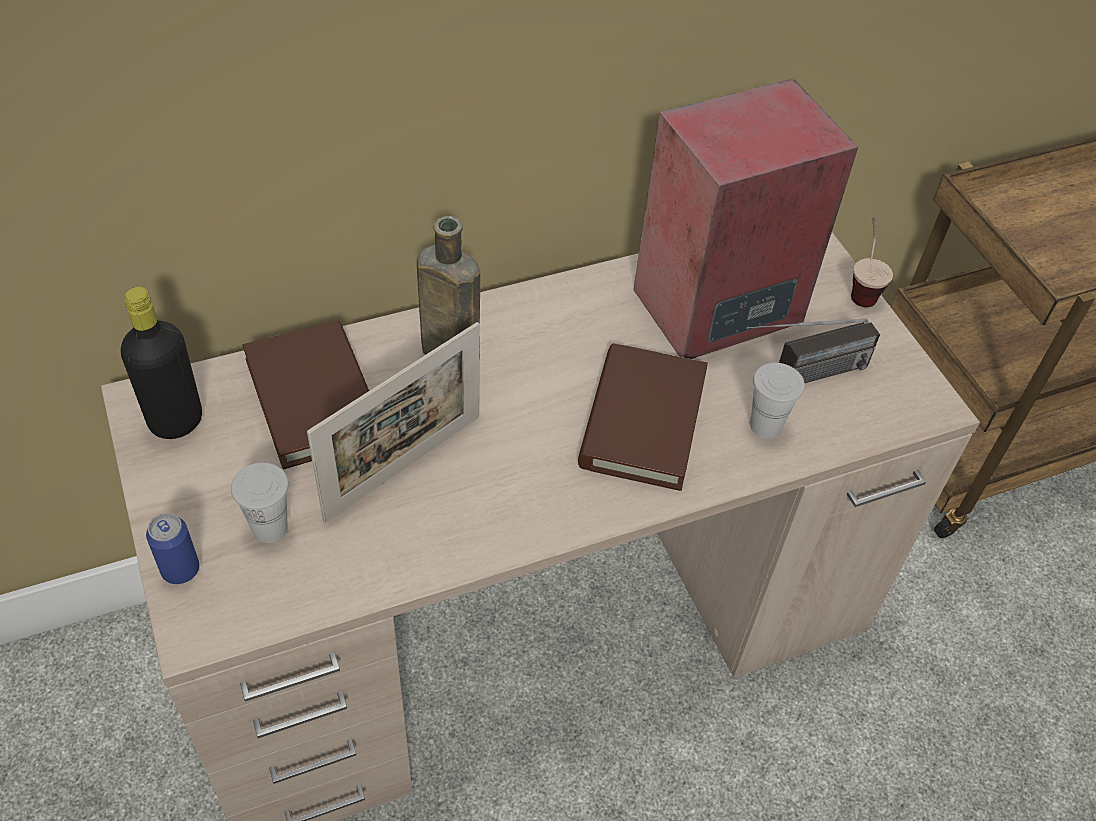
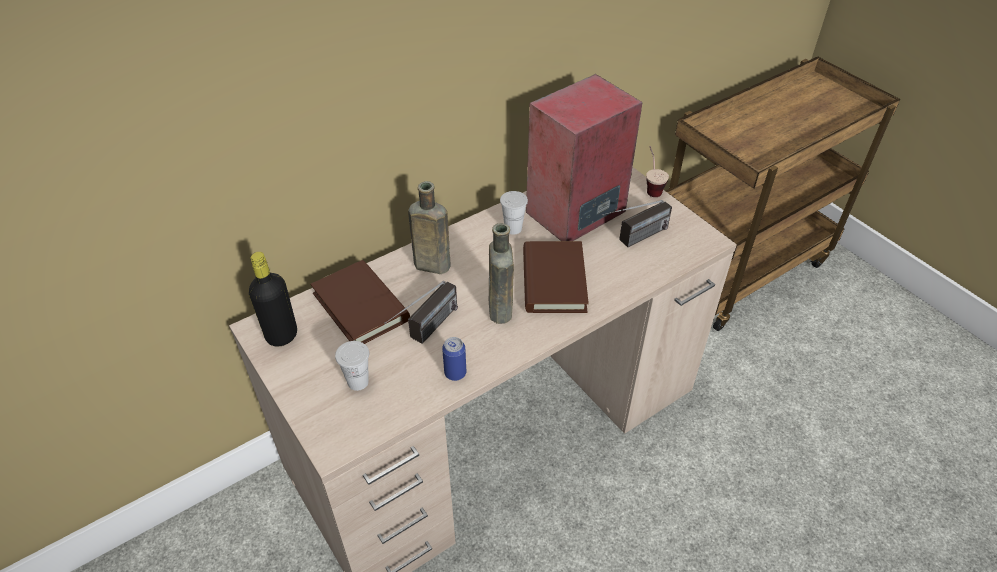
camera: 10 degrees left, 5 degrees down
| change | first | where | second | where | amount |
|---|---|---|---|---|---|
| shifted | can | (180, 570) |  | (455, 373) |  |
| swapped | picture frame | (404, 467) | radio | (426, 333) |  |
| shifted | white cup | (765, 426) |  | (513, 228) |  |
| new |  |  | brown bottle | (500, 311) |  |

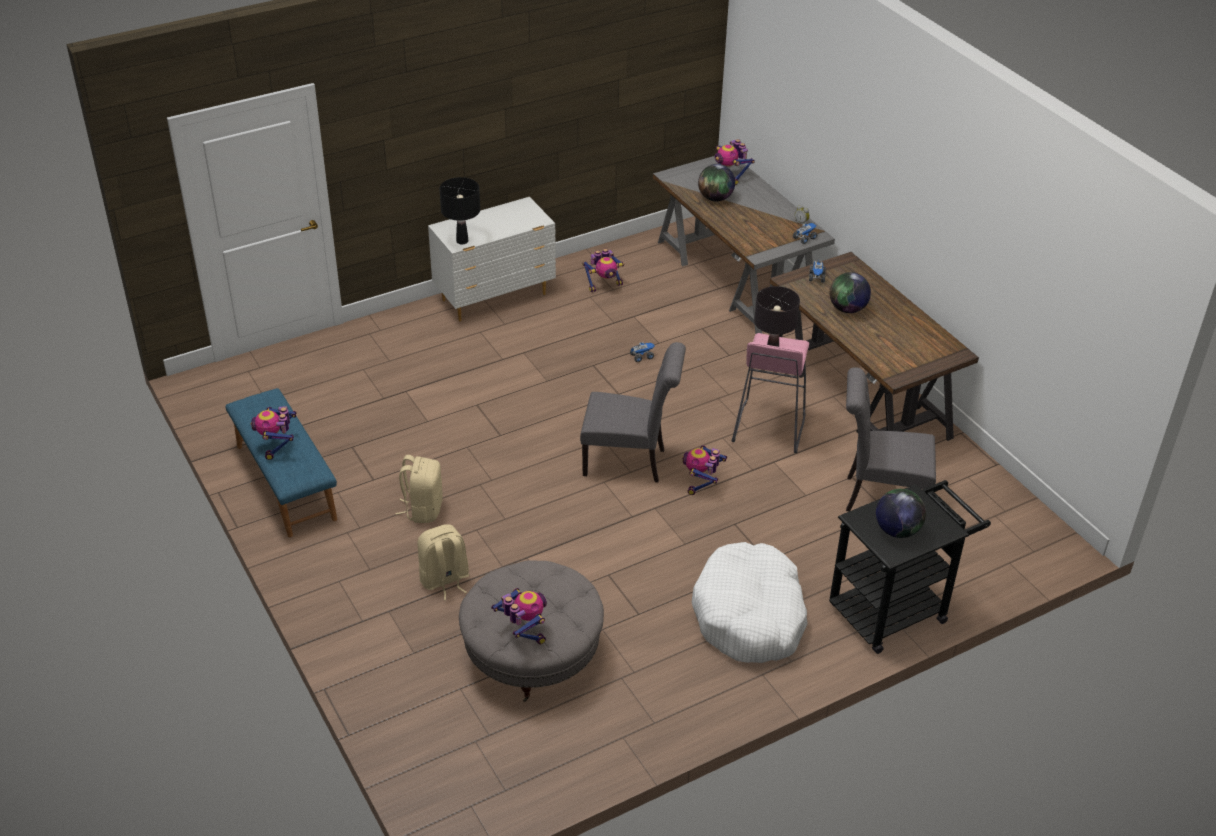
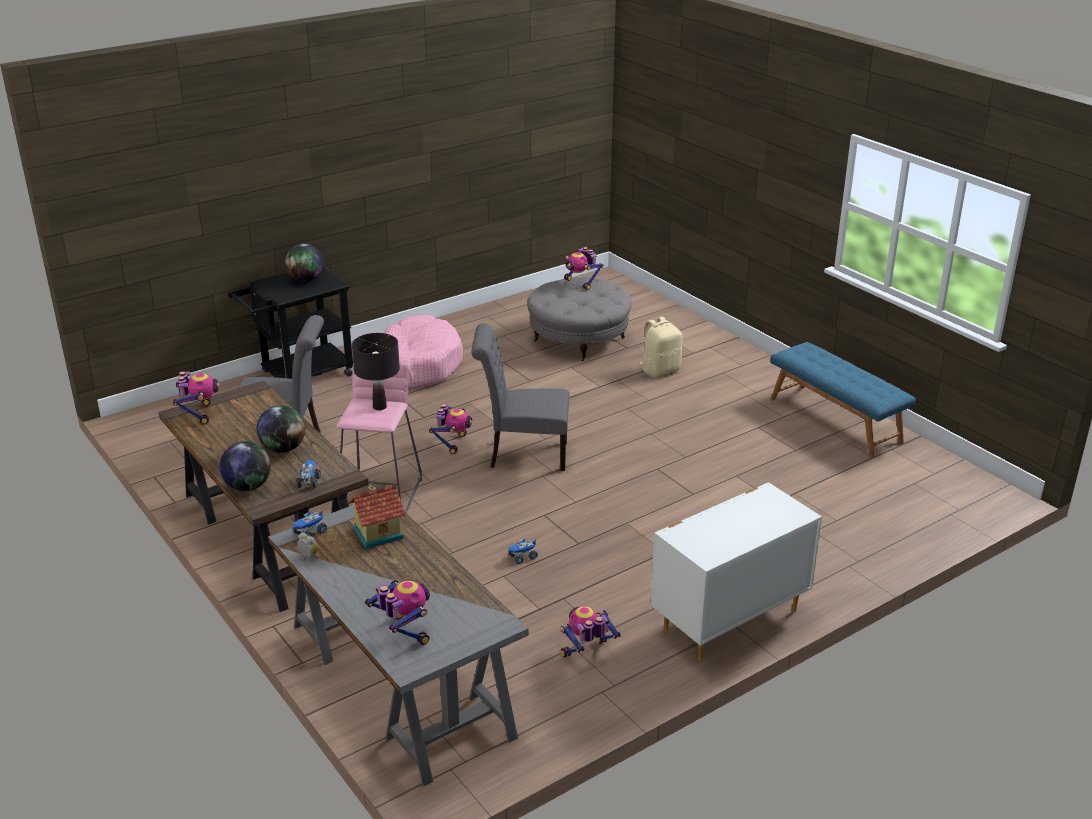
camera: 175 degrees right, 10 degrees down
| change | first | where | second | where | amount |
|---|---|---|---|---|---|
| shifted | toy robot | (277, 445) |  | (199, 414) |  |
| gone | beige backpack | (423, 509) |  |  |  |
| gone | black table lamp | (462, 241) |  |  |  |
| repainted | white dog bed | (749, 616) | pink dog bed | (417, 365) |  |
| shifted | globe | (715, 198) |  | (248, 486) |  |
| new |  |  | toy house | (377, 532) |  |

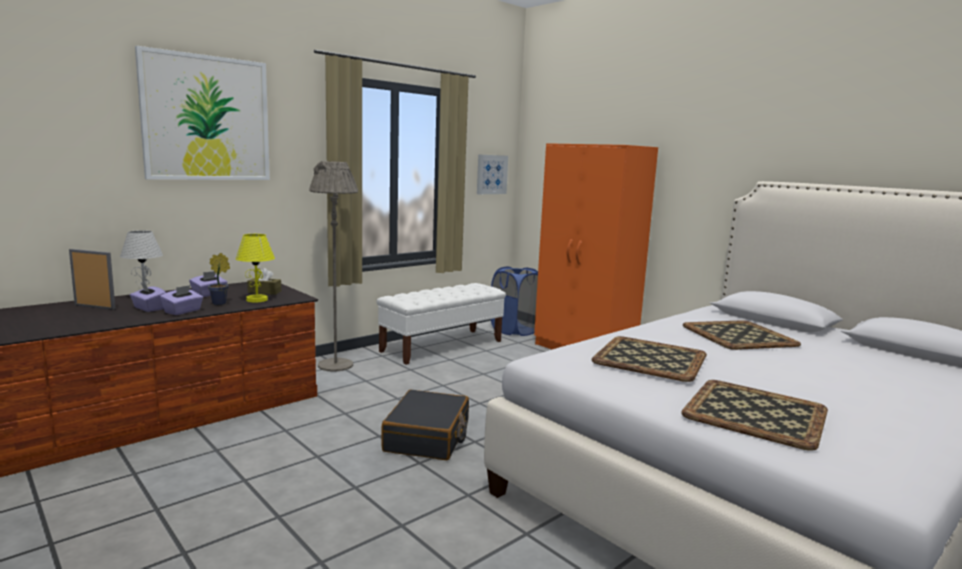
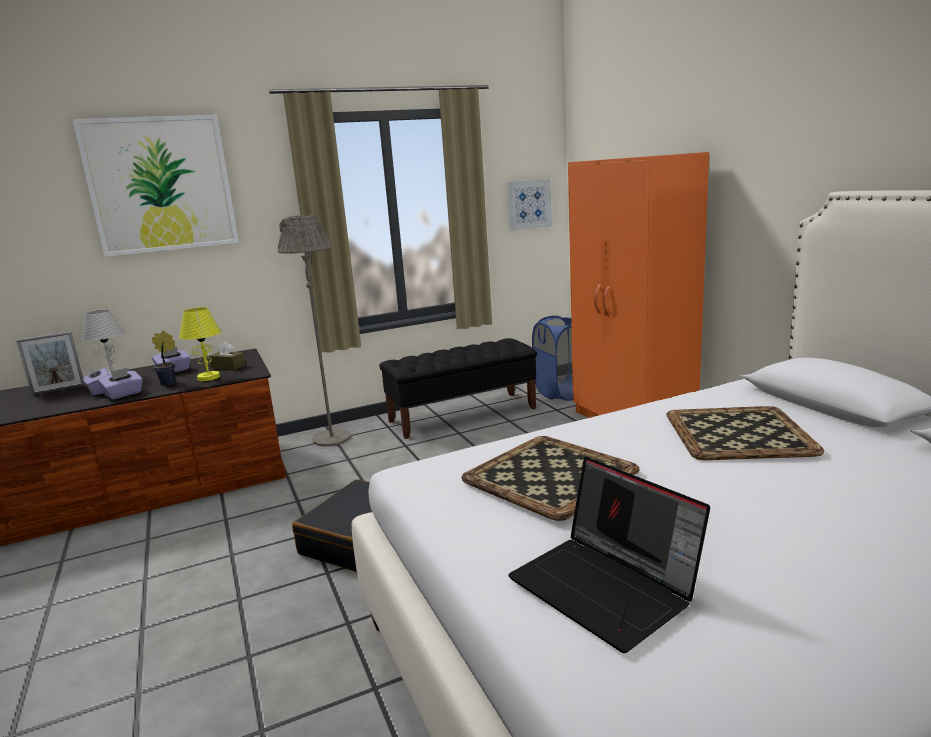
camera: 20 degrees right, 5 degrees up
| change | first | where | second | where | amount |
|---|---|---|---|---|---|
| rotated | picture frame | (95, 307) |  | (58, 389) | 120 degrees clockwise |
| repainted | white bench | (442, 346) | black bench | (463, 414) |  |
| swapped | tray | (756, 413) | laptop | (607, 588) |  |

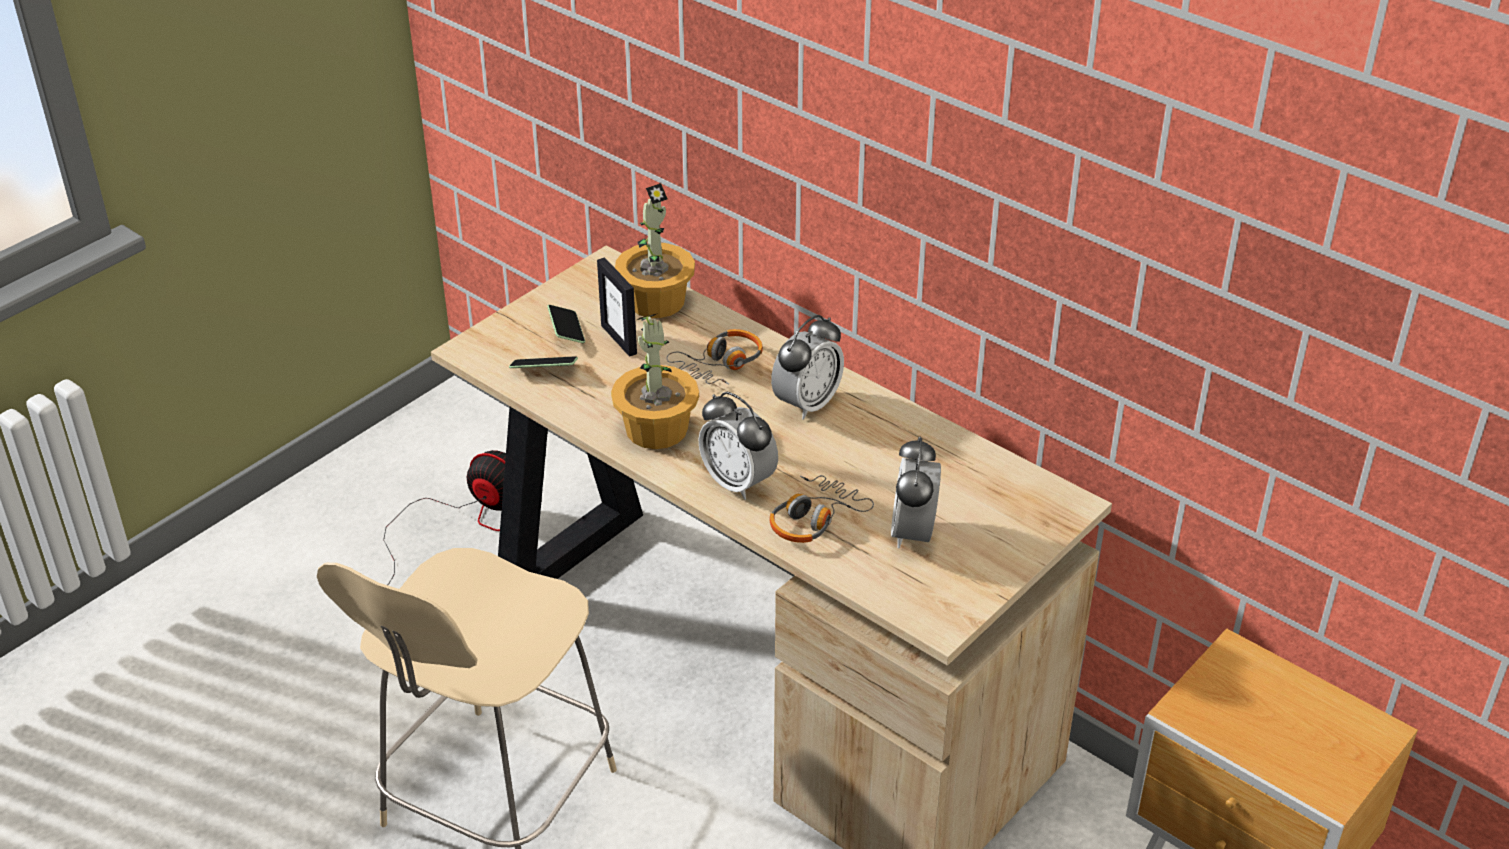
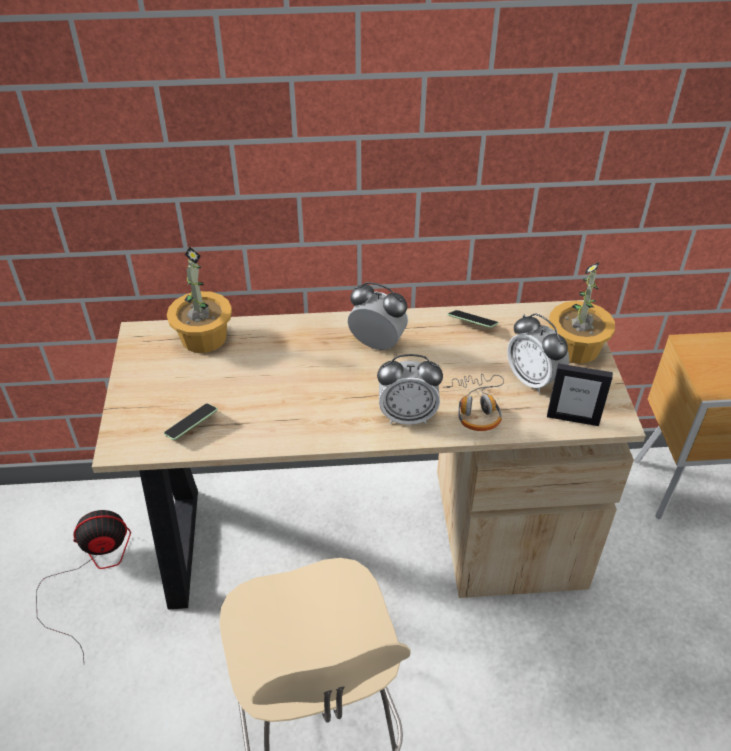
camera: 45 degrees left, 5 degrees up
| change | first | where | second | where | amount |
|---|---|---|---|---|---|
| shifted | phone | (566, 331) |  | (472, 324) |  |
| shifted | picture frame | (619, 339) |  | (572, 418) |  |
| shifted | potted plant | (657, 430) |  | (576, 348) |  |
| gone | headphones | (720, 365) |  |  |  |
| rotated | alarm clock | (807, 404) |  | (377, 344) | 60 degrees counterclockwise |

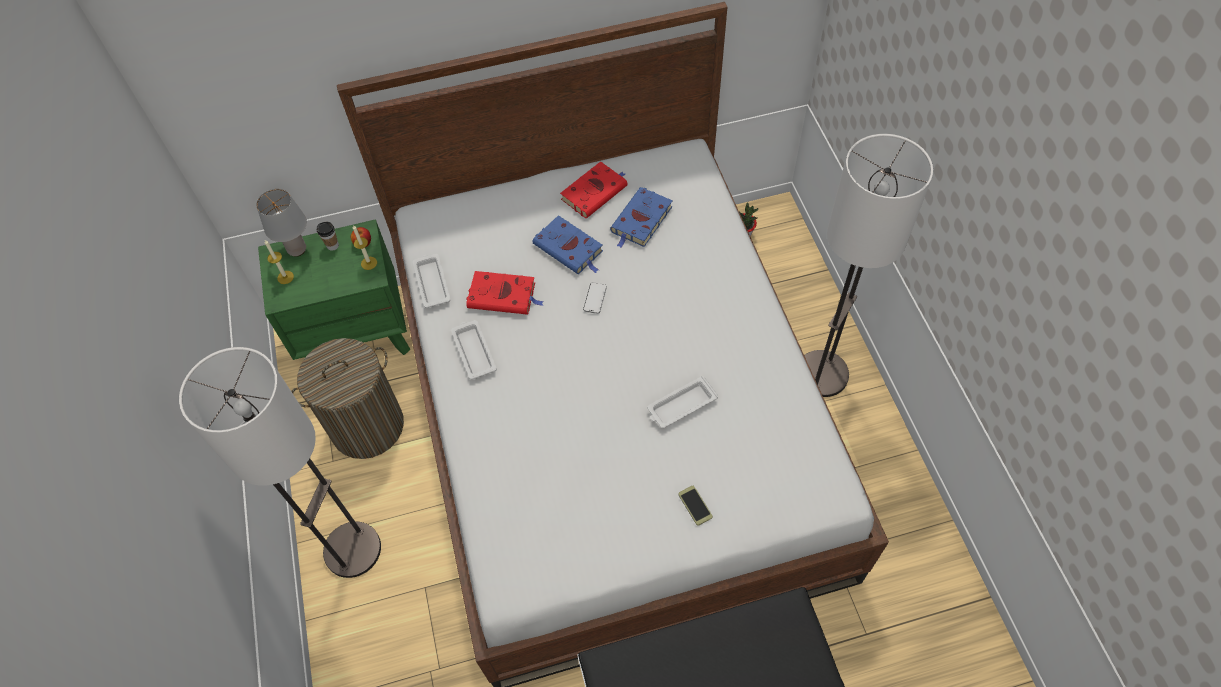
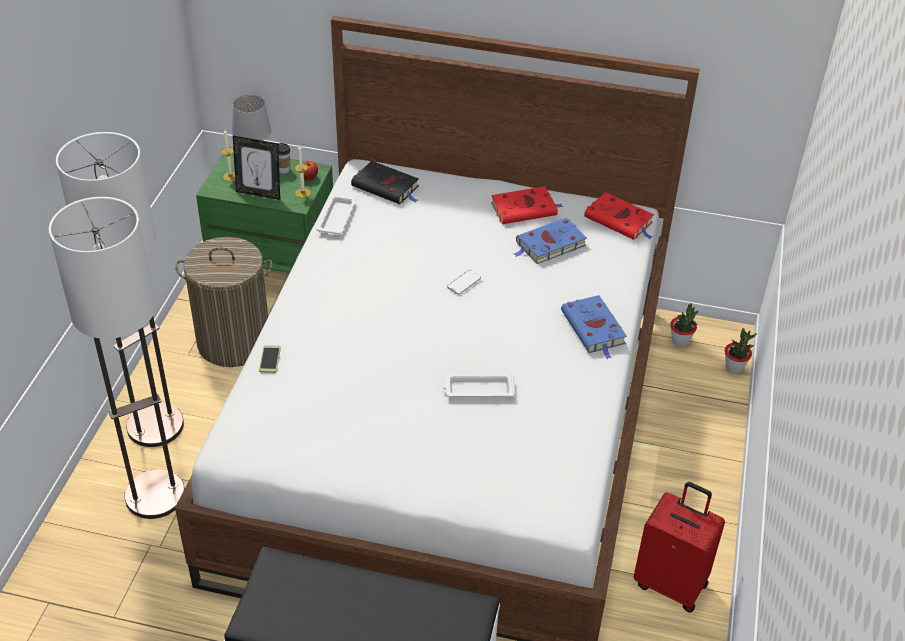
camera: 25 degrees right, 15 degrees down
| change | first | where | second | where | amount |
|---|---|---|---|---|---|
| gone | white tray | (474, 351) |  |  |  |
| shifted | red book | (504, 296) |  | (620, 220) |  |
| shifted | blue book | (570, 249) |  | (594, 329) |  |
| shifted | phone | (695, 505) |  | (270, 359) |  |
| shifted | floor lamp | (822, 375) |  | (155, 496) |  |
| new |  |  | picture frame | (259, 193) |  |
| new |  |  | black book | (387, 187) |  |
| new |  |  | red suitcase | (671, 583) |  |
| new |  |  | potted plant | (734, 368) |  |

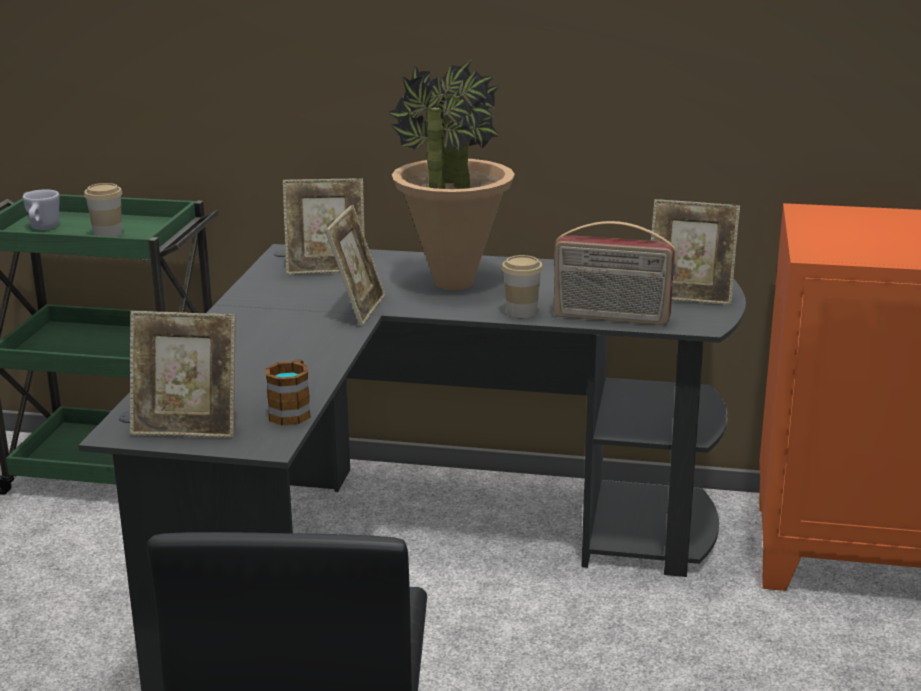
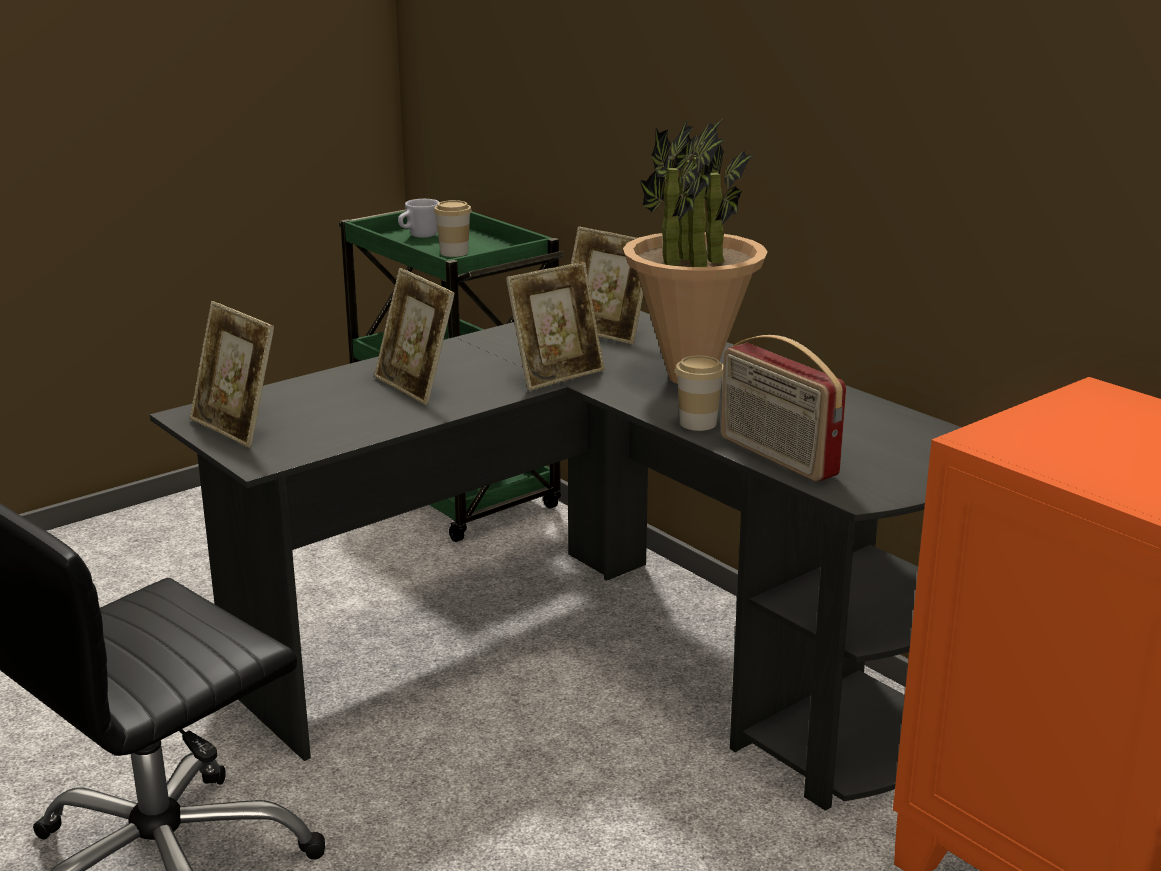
camera: 40 degrees right, 0 degrees up
| change | first | where | second | where | amount |
|---|---|---|---|---|---|
| gone | mug | (292, 411) |  |  |  |
| shifted | picture frame | (689, 297) |  | (415, 387) |  |

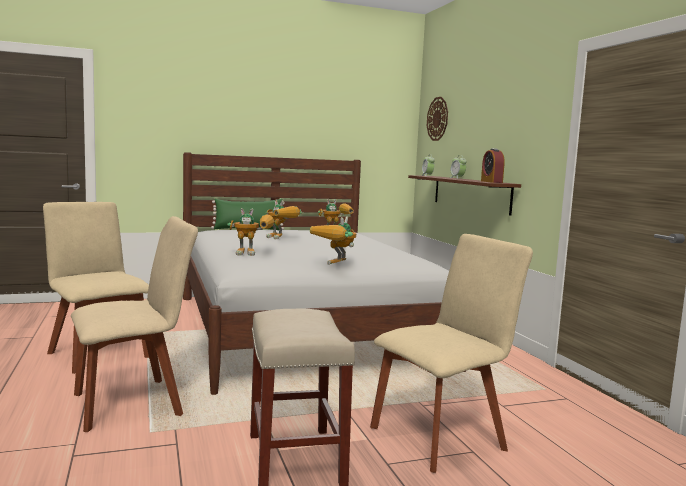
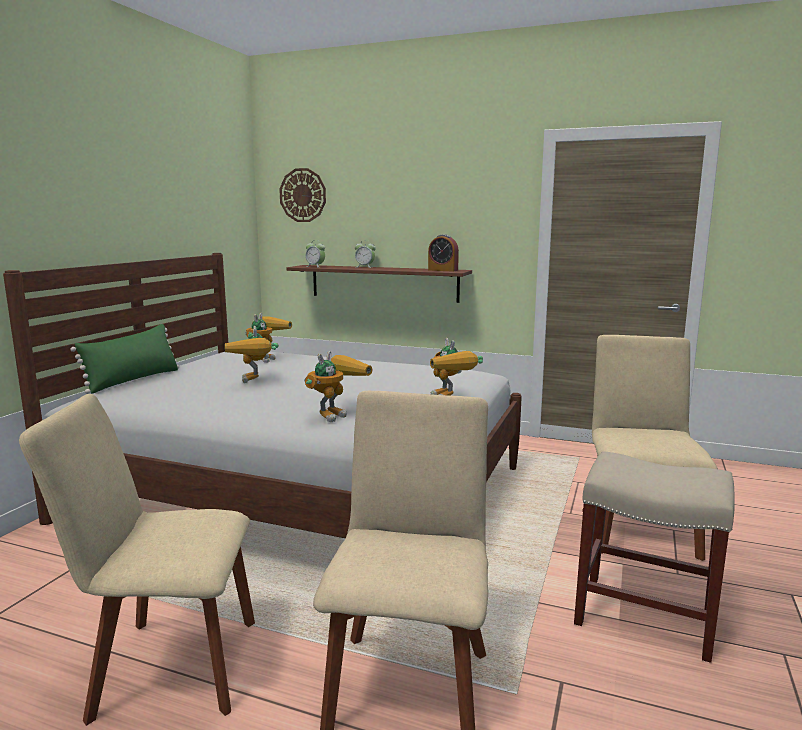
camera: 50 degrees left, 5 degrees up
| change | first | where | second | where | amount |
|---|---|---|---|---|---|
| rotated | toy robot | (281, 238) |  | (255, 382) | 90 degrees clockwise |

